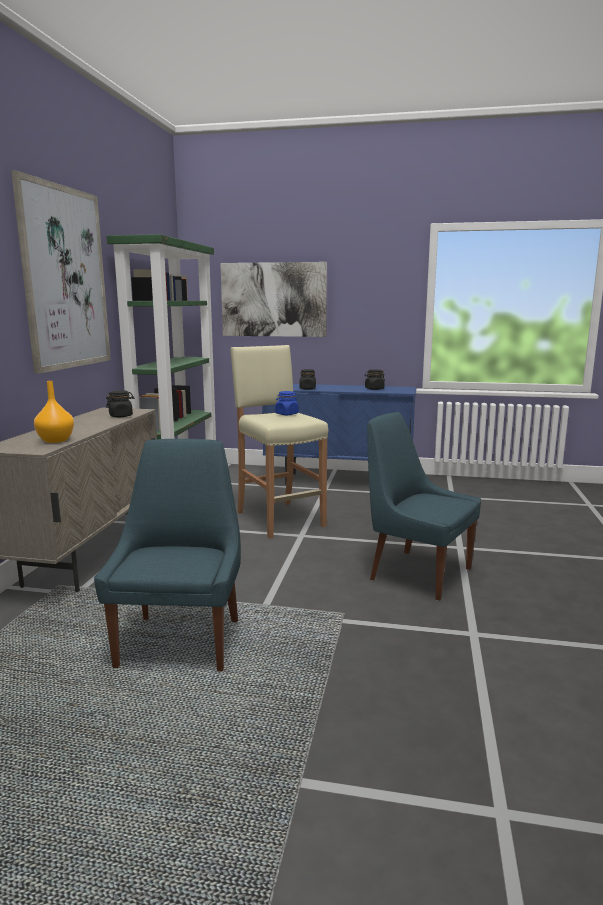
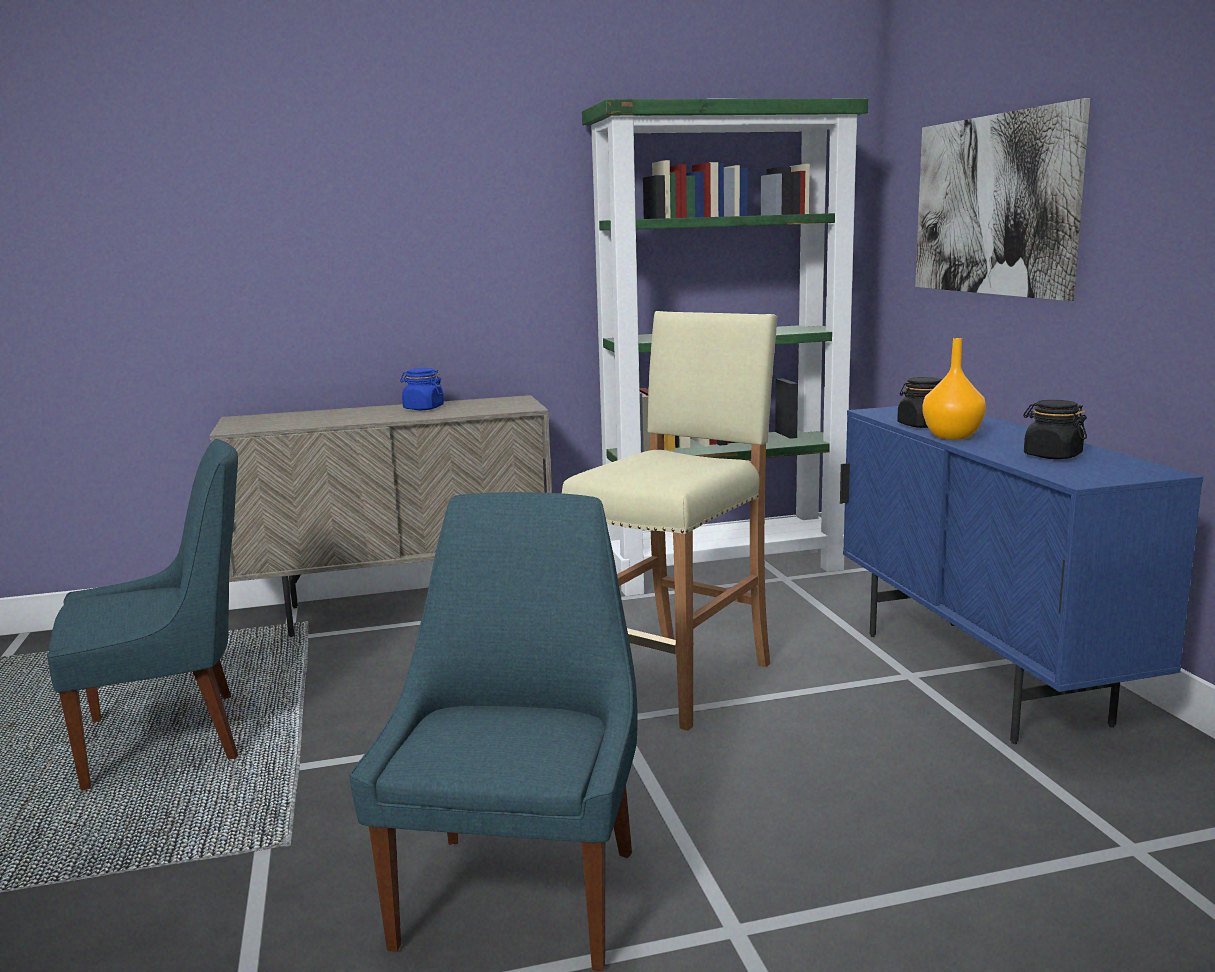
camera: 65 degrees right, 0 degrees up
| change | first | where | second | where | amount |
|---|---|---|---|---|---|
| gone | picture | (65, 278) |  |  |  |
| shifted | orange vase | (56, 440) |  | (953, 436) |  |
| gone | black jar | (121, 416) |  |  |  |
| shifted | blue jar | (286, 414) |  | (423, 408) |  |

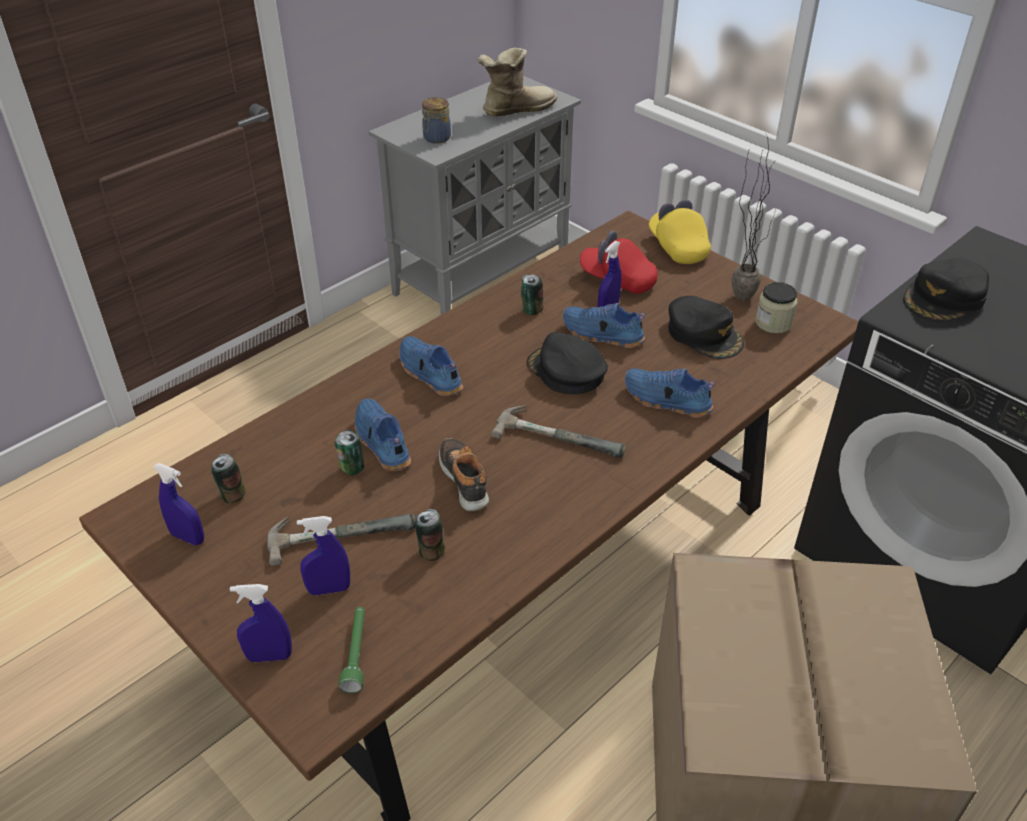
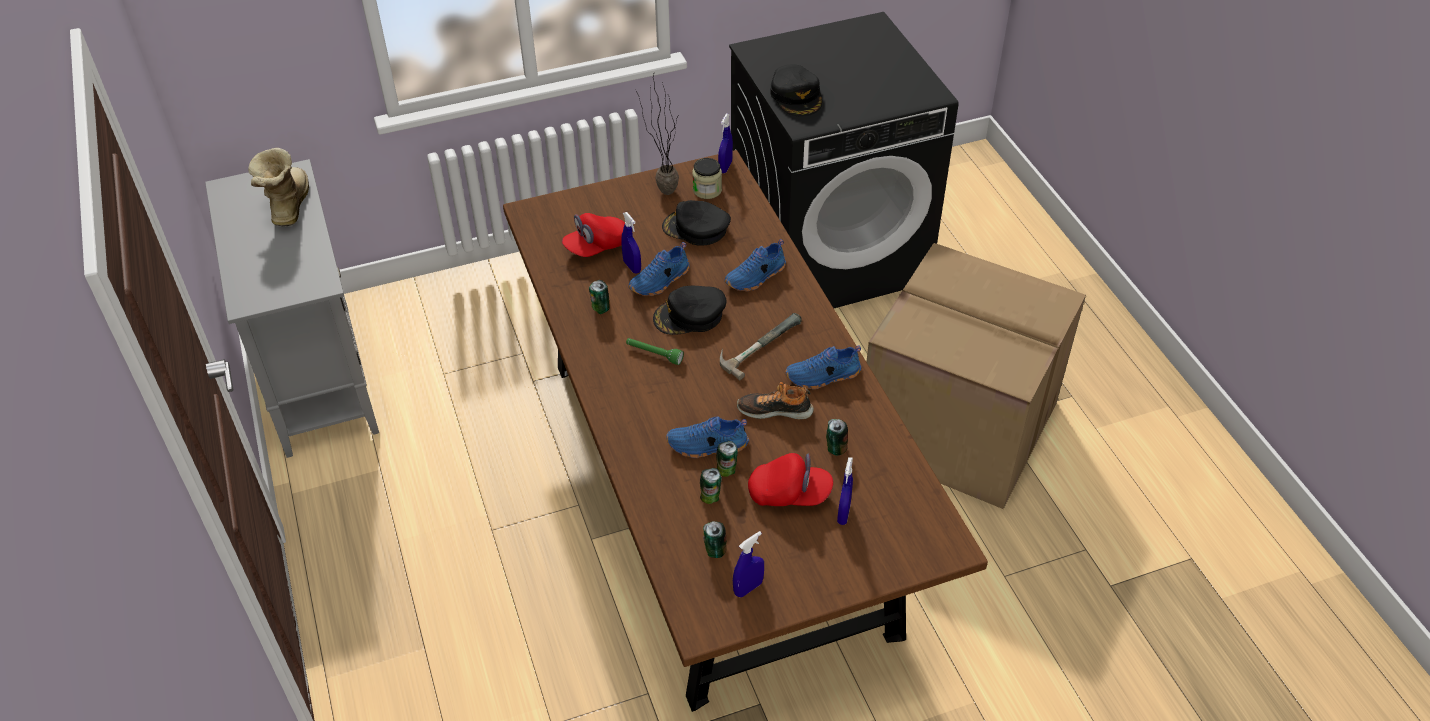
camera: 65 degrees left, 5 degrees up
| change | first | where | second | where | amount |
|---|---|---|---|---|---|
| shifted | blue spray bottle | (269, 656) |  | (725, 167) |  |
| swapped | hammer | (340, 531) | red cap | (789, 494) |  |
| shifted | green flashlight | (356, 653) |  | (654, 354) |  |
| shifted | blue shoe | (429, 374) |  | (823, 377) |  |
| gone | jar | (436, 138) |  |  |  |
| gone | yellow cap | (677, 247) |  |  |  |
| rotated | black cap | (704, 334) |  | (696, 228) | 150 degrees counterclockwise |
| new |  |  | can | (710, 498) |  |

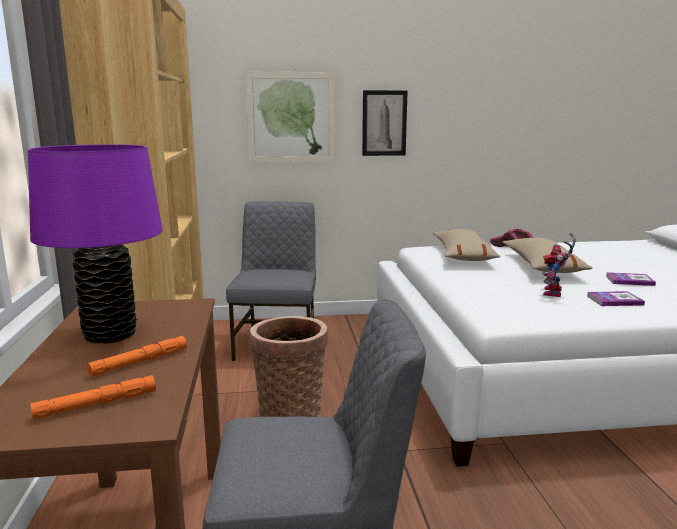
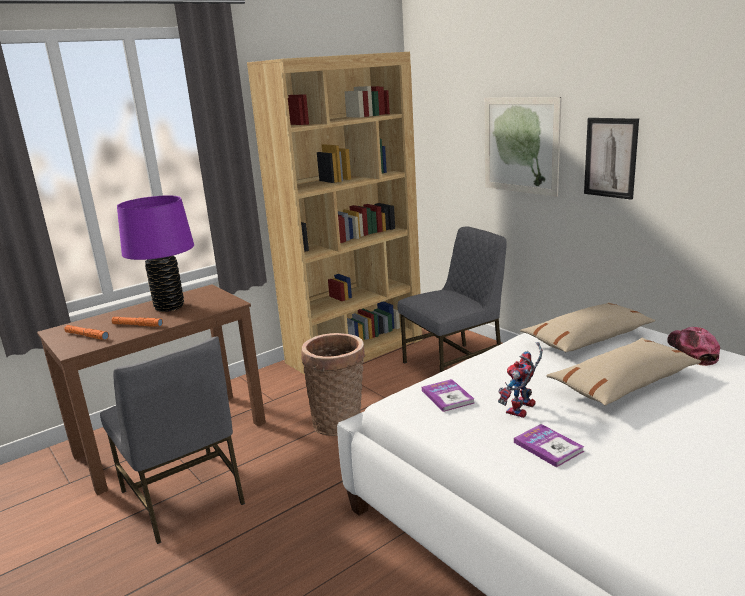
camera: 60 degrees right, 5 degrees up
| change | first | where | second | where | amount |
|---|---|---|---|---|---|
| rotated | toy robot | (554, 293) |  | (522, 411) | 45 degrees counterclockwise |
| shifted | book | (629, 280) |  | (447, 397) |  |

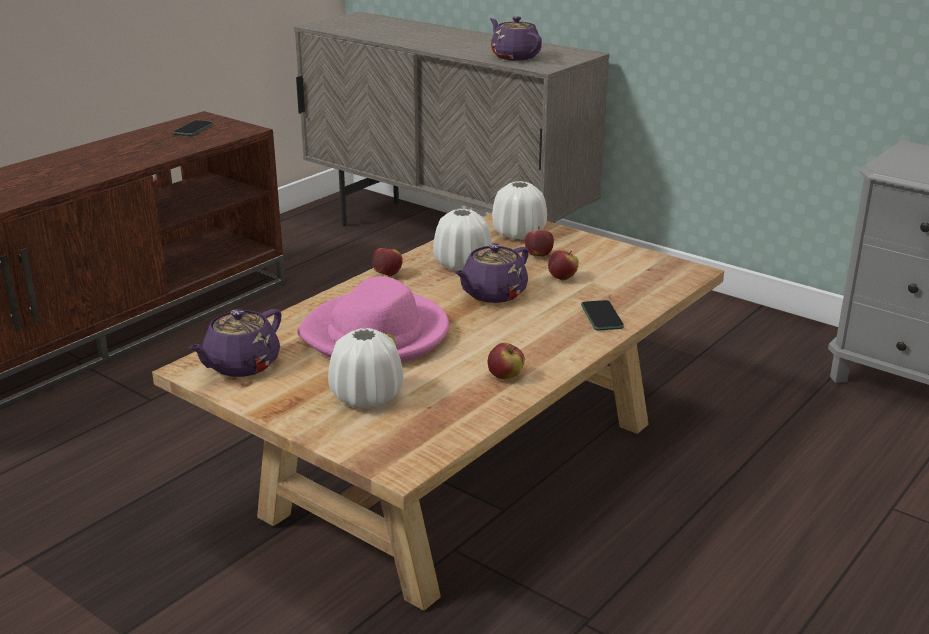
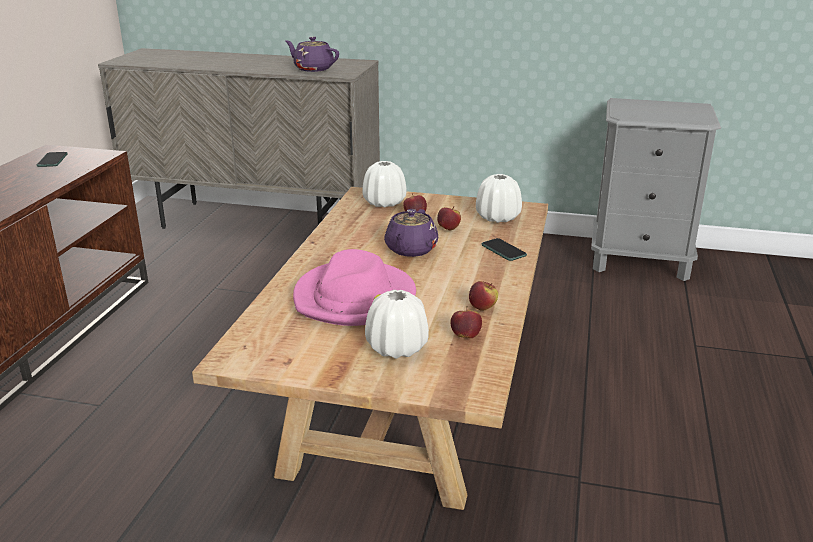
camera: 25 degrees left, 0 degrees up
| change | first | where | second | where | amount |
|---|---|---|---|---|---|
| gone | purple teapot | (241, 365) |  |  |  |
| shifted | apple | (387, 274) |  | (465, 336) |  |
| shifted | white vase | (462, 264) |  | (497, 218) |  |

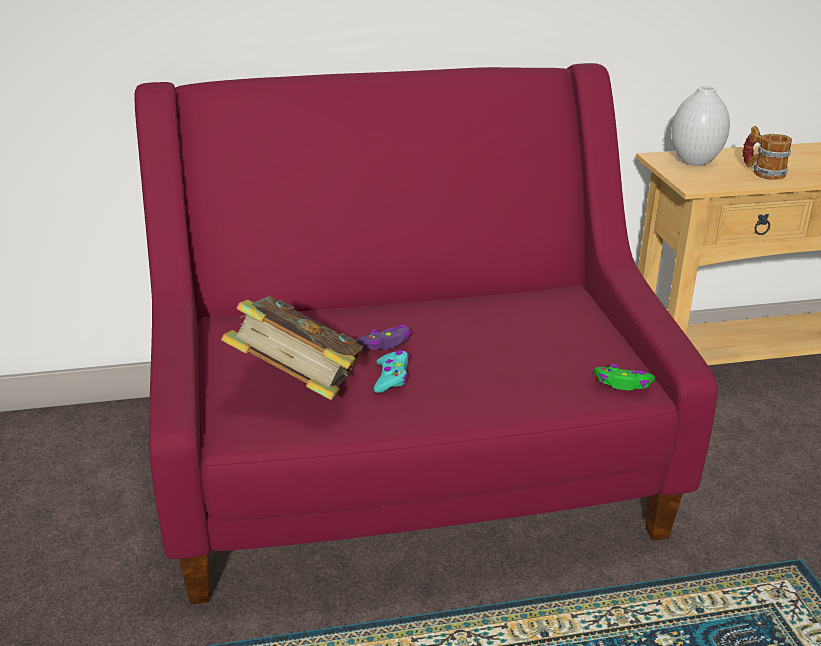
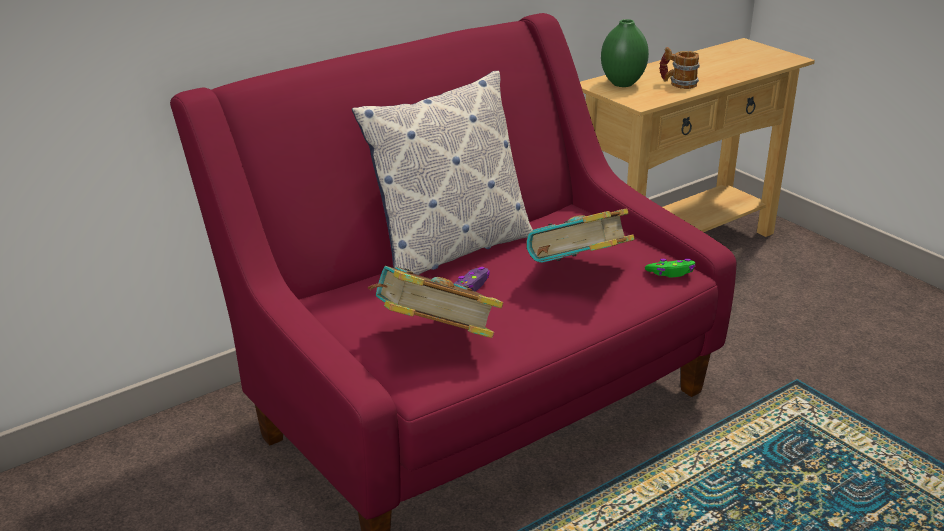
camera: 25 degrees left, 0 degrees up
| change | first | where | second | where | amount |
|---|---|---|---|---|---|
| gone | turquoise game controller | (391, 377) |  |  |  |
| repainted | white vase | (694, 162) | green vase | (621, 83) |  |
| new |  |  | pillow | (449, 251) |  |
| new |  |  | book | (579, 274) |  |

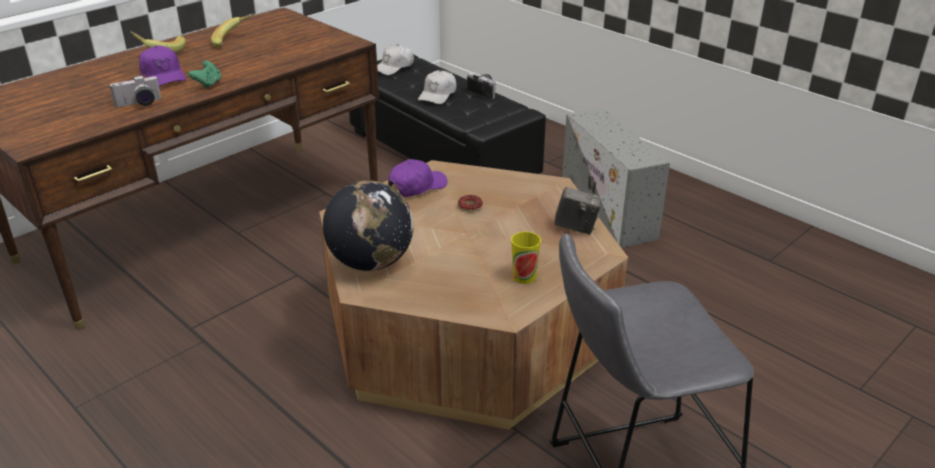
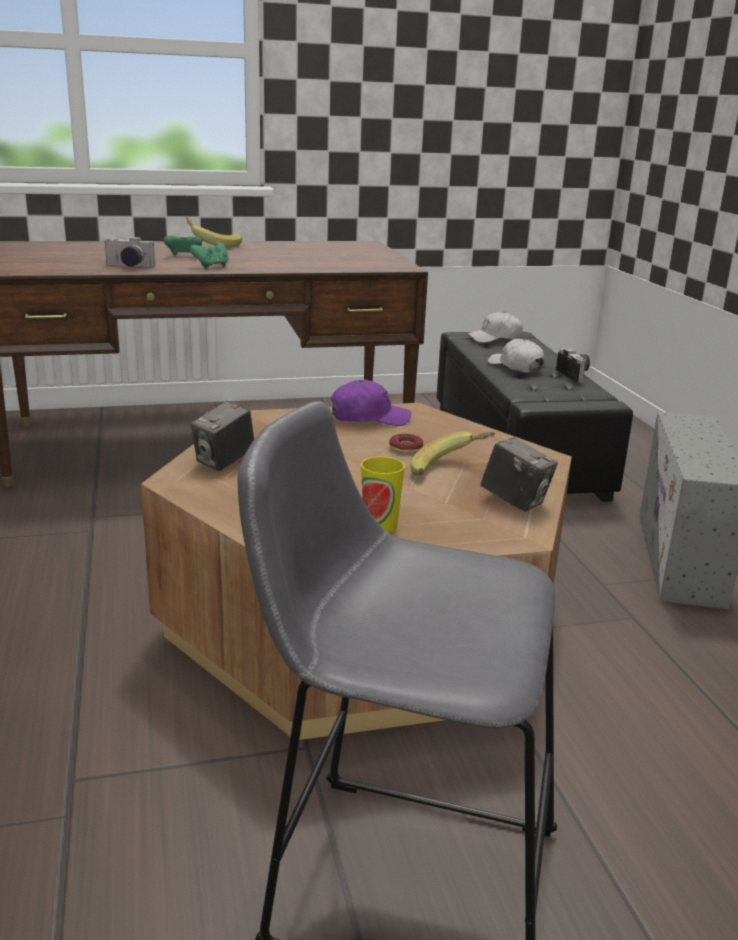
camera: 30 degrees right, 10 degrees down
| change | first | where | second | where | amount |
|---|---|---|---|---|---|
| swapped | purple cap | (163, 76) | green game controller | (184, 256) |  |
| shifted | banana | (235, 41) |  | (451, 471) |  |
| swapped | globe | (371, 262) | photo camera | (224, 462) |  |
| rotated | white cap | (438, 95) |  | (516, 366) | 90 degrees clockwise |

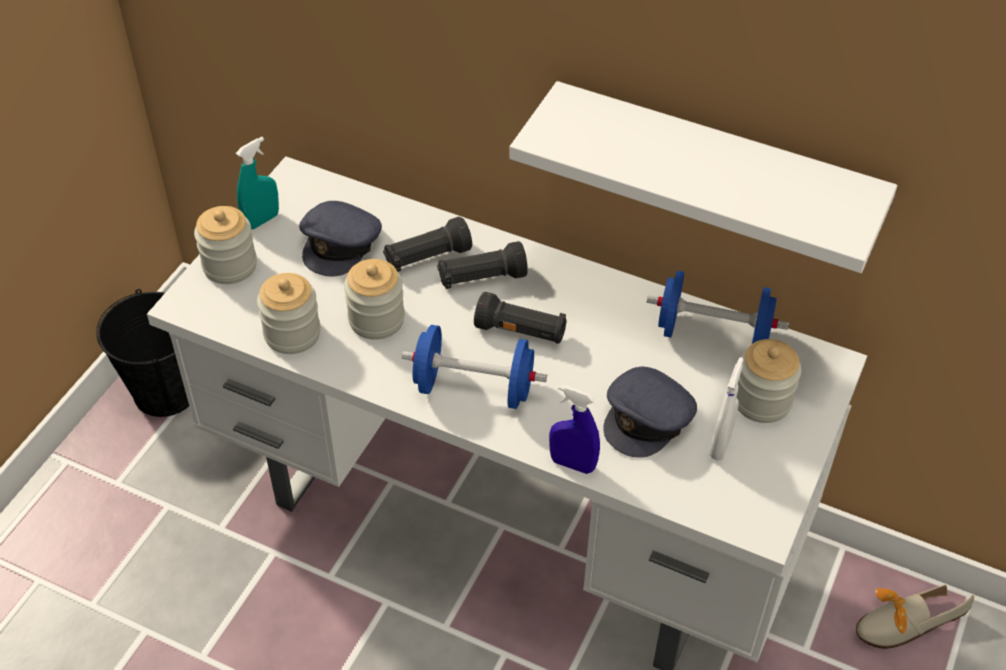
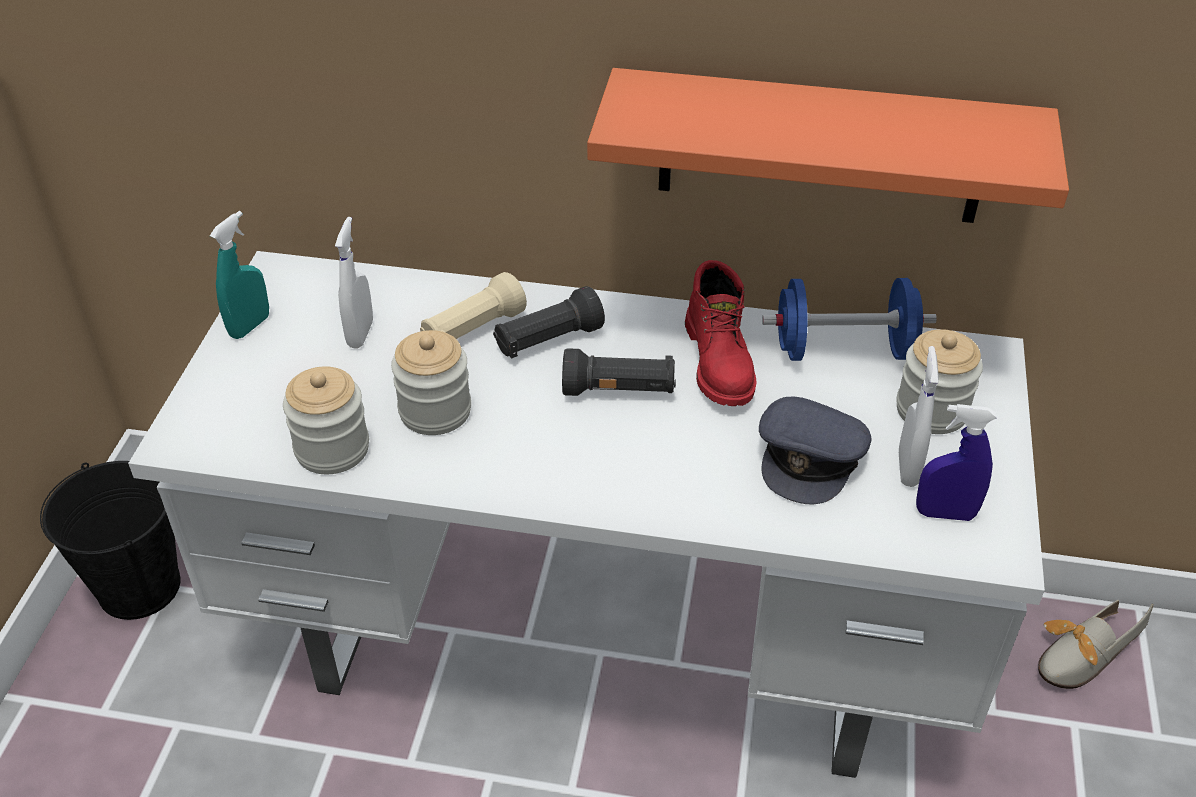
camera: 15 degrees left, 5 degrees down
| change | first | where | second | where | amount |
|---|---|---|---|---|---|
| gone | jar | (230, 265) |  |  |  |
| swapped | grey cap | (341, 243) | white spray bottle | (360, 334) |  |
| repainted | black flashlight | (427, 258) | beige flashlight | (473, 330) |  |
| gone | blue dumbbell | (474, 388) |  |  |  |
| repainted | white shelf | (713, 173) | orange shelf | (821, 147) |  |
| shifted | blue spray bottle | (572, 464) |  | (945, 513) |  |
| new |  |  | red boot | (720, 362) |  |

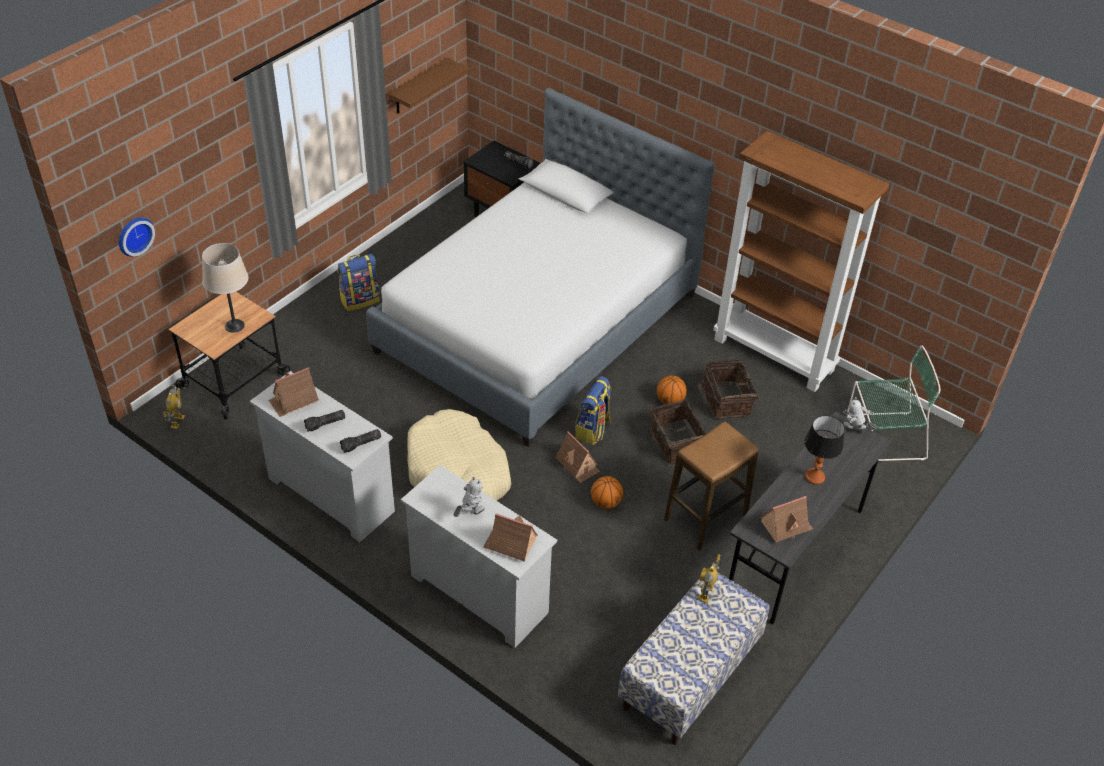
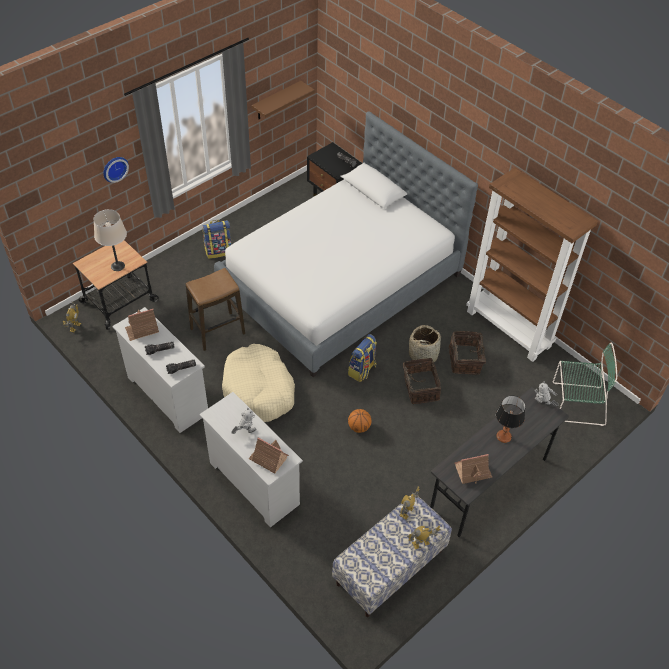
camera: 10 degrees right, 5 degrees up
| change | first | where | second | where | amount |
|---|---|---|---|---|---|
| shifted | wall clock | (134, 235) |  | (114, 168) |  |
| gone | toy house | (577, 465) |  |  |  |
| swapped | basketball | (670, 401) | basket | (423, 355) |  |
| shifted | stool | (705, 518) |  | (217, 331) |  |
| new |  |  | toy robot | (421, 543) |  |

